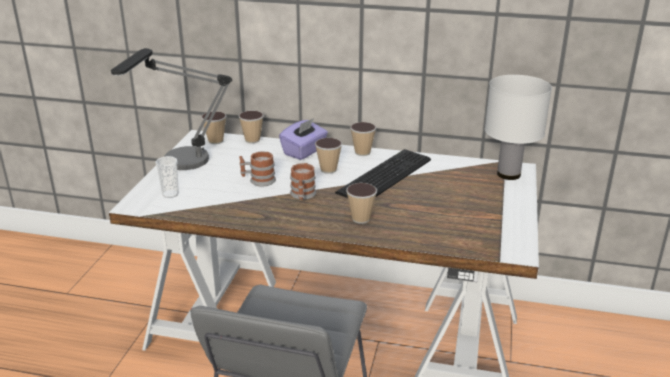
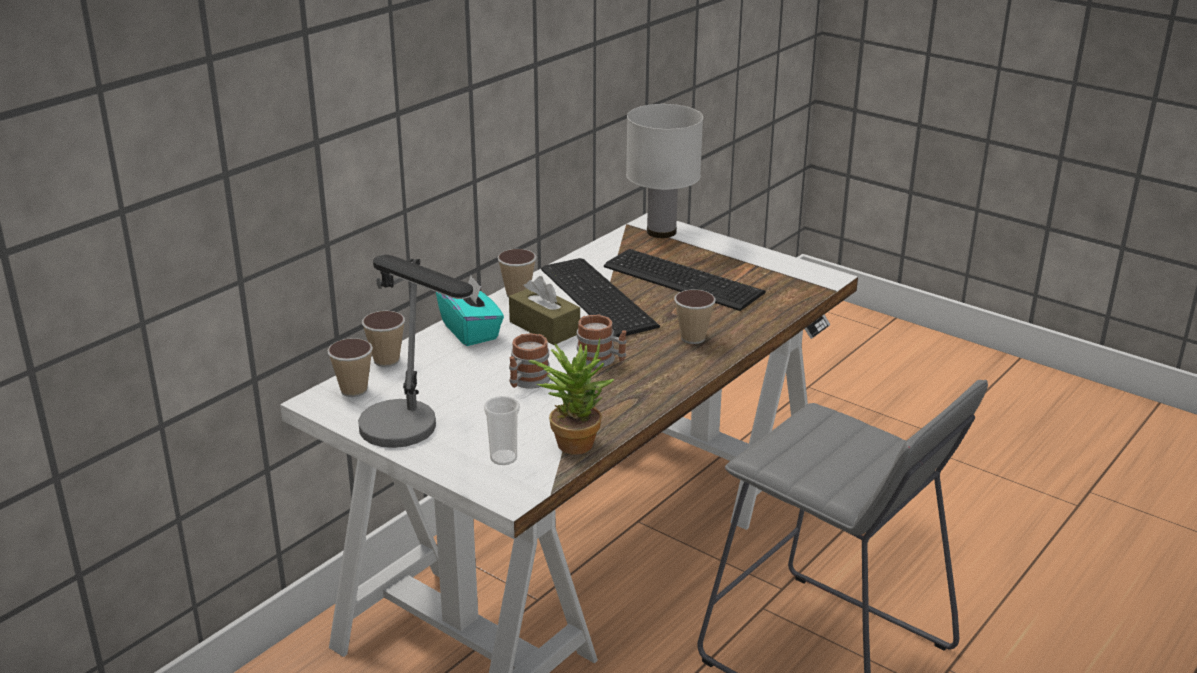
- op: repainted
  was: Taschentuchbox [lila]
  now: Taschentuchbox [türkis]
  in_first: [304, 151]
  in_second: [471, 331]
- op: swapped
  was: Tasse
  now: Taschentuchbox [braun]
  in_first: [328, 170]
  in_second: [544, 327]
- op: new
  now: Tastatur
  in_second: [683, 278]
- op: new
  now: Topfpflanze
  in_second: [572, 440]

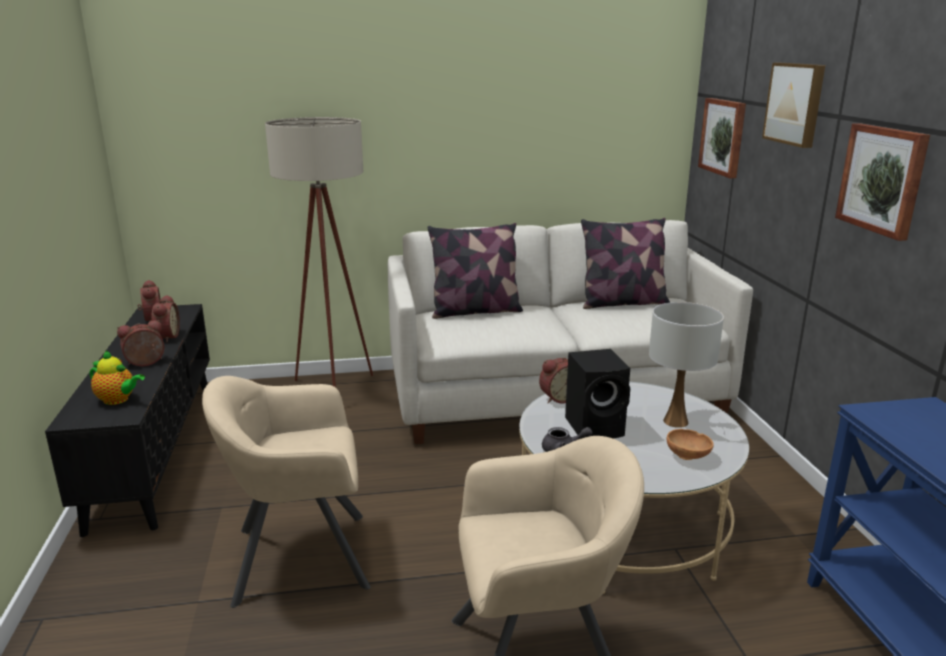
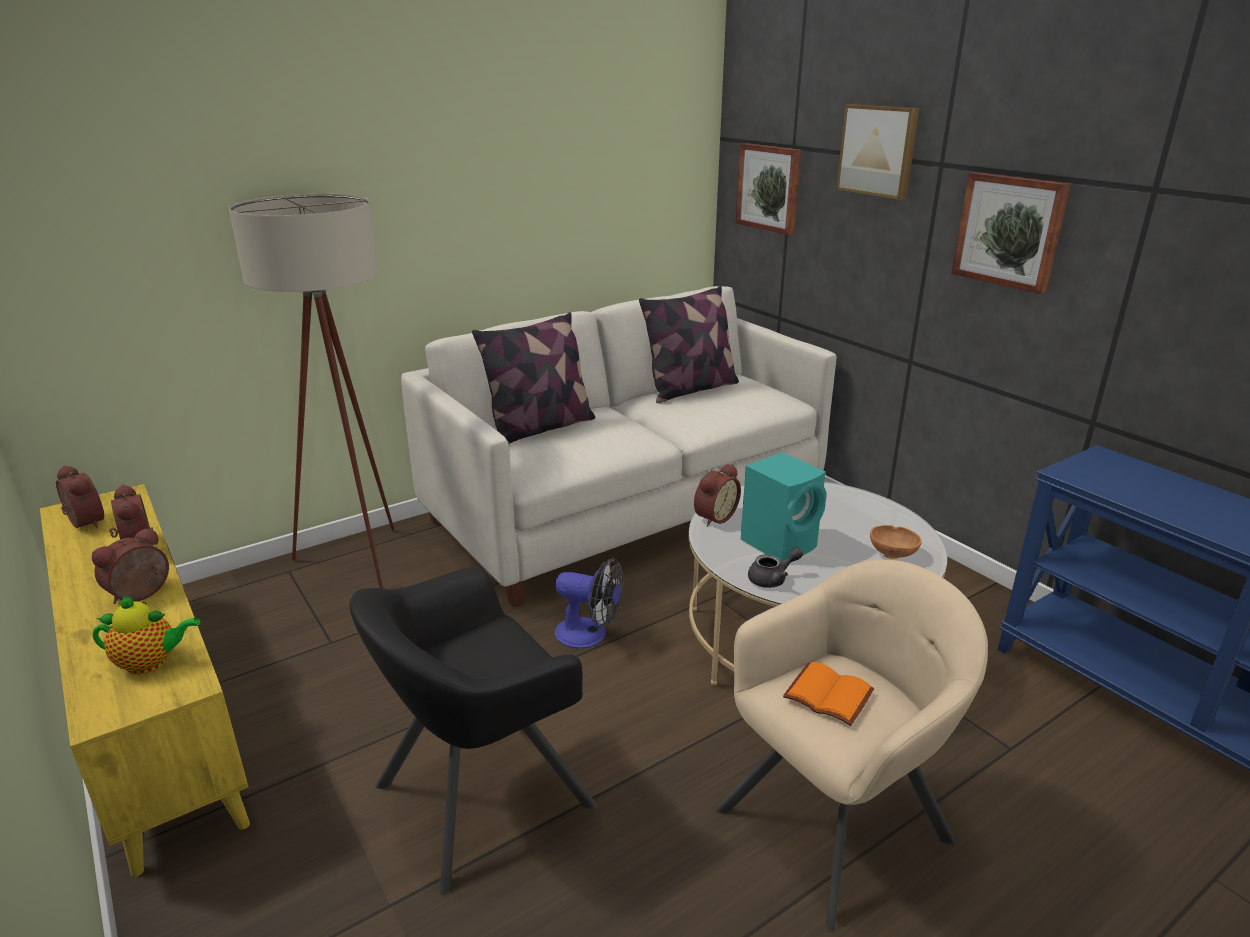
- op: gone
  was: Tischlampe [weiß]
  in_first: [676, 421]
- op: repainted
  was: Fernsehschrank [schwarz]
  now: Fernsehschrank [gelb]
  in_first: [154, 450]
  in_second: [154, 711]
- op: repainted
  was: Lautsprecher [schwarz]
  now: Lautsprecher [türkis]
  in_first: [596, 427]
  in_second: [781, 543]
- op: repainted
  was: Sessel [beige]
  now: Sessel [schwarz]
  in_first: [300, 557]
  in_second: [481, 795]
- op: new
  now: Ventilator
  in_second: [589, 635]
- op: new
  now: Buch [orange]
  in_second: [826, 696]

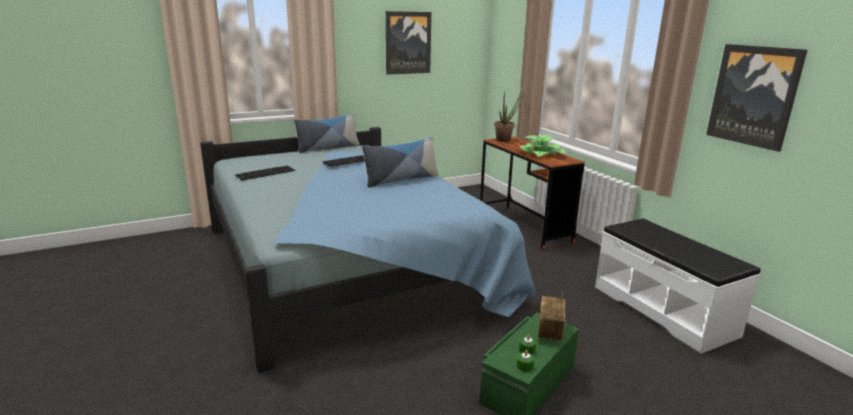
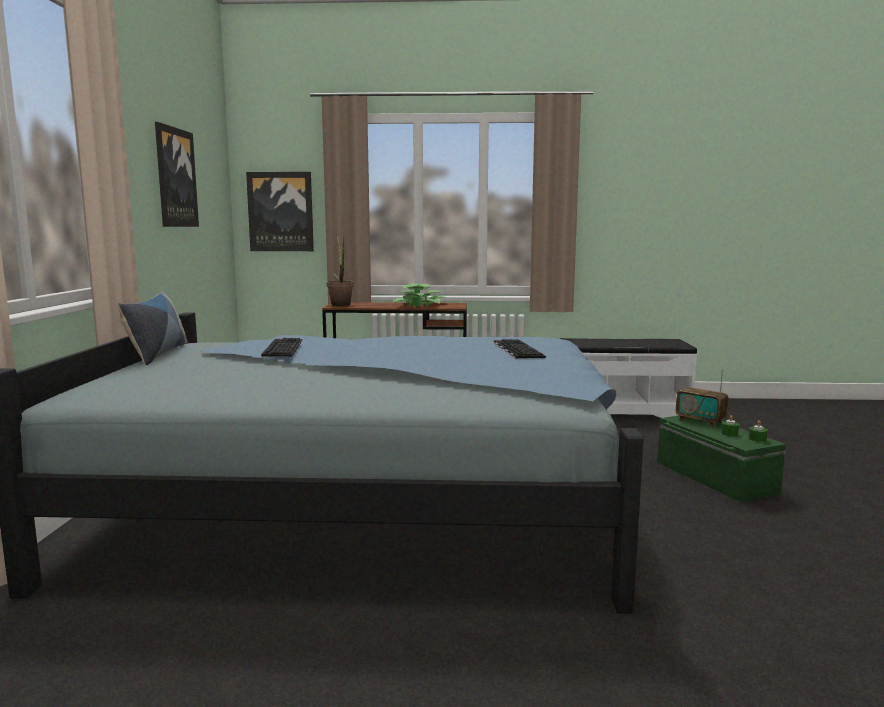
- op: shifted
  was: Bild
  in_first: [753, 96]
  in_second: [280, 212]
- op: gone
  was: Kissen
  in_first: [401, 180]
- op: shifted
  was: Tastatur
  in_first: [266, 173]
  in_second: [516, 349]

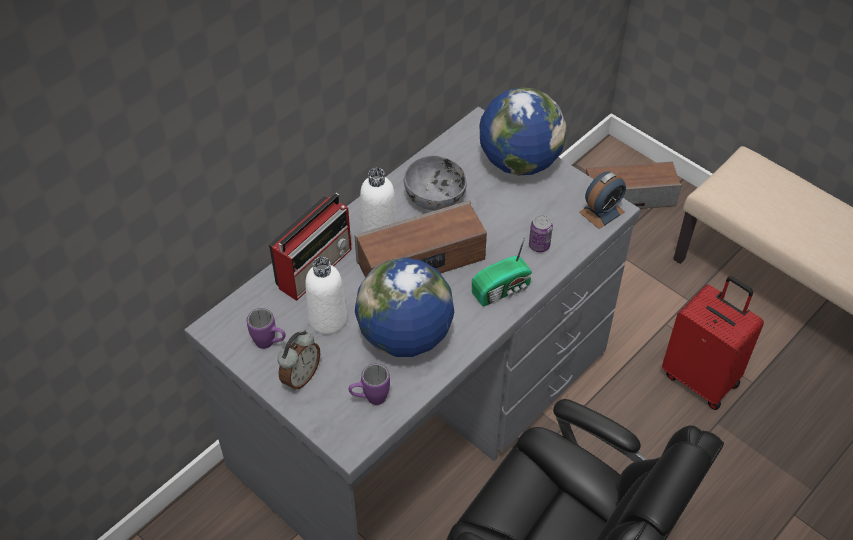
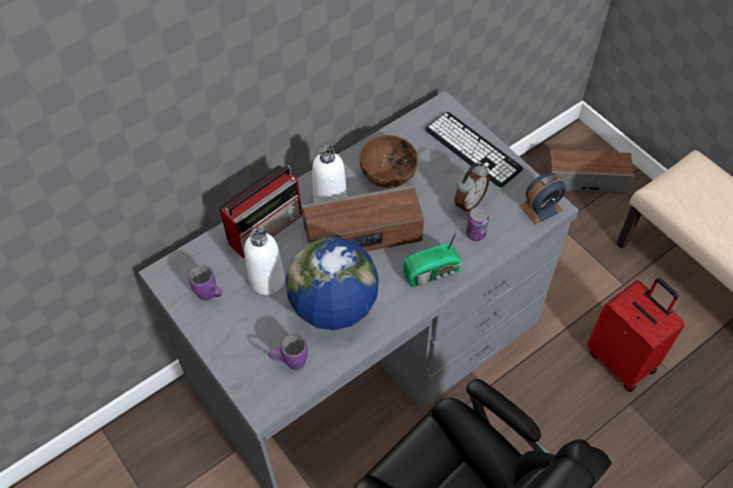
- op: swapped
  was: Globus
  now: Tastatur
  in_first: [519, 162]
  in_second: [472, 149]
- op: repainted
  was: Schüssel [grau]
  now: Schüssel [braun]
  in_first: [435, 196]
  in_second: [389, 173]
- op: shifted
  was: Wecker
  in_first: [300, 376]
  in_second: [468, 202]

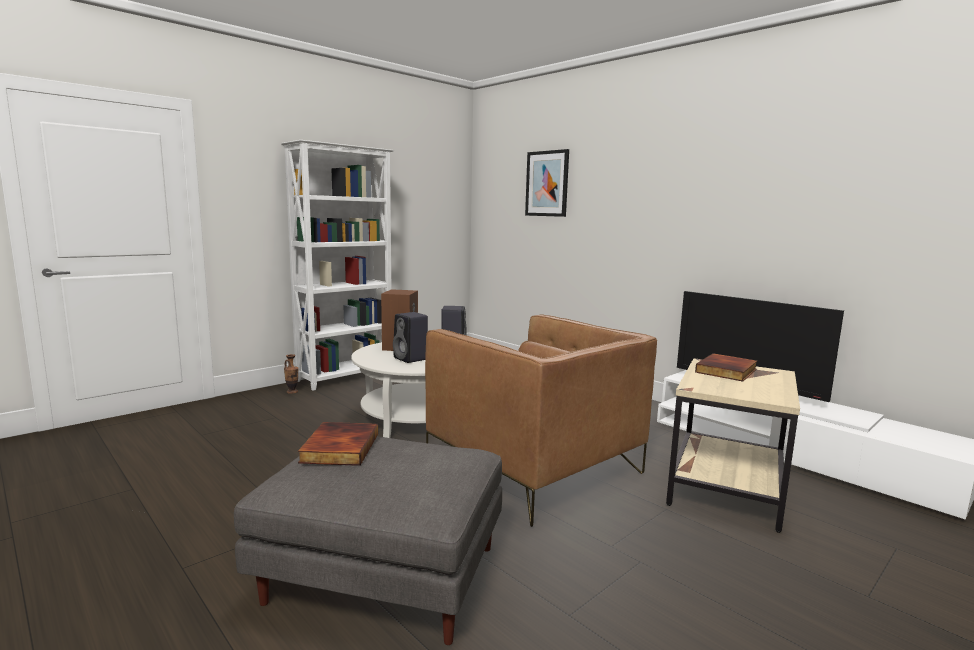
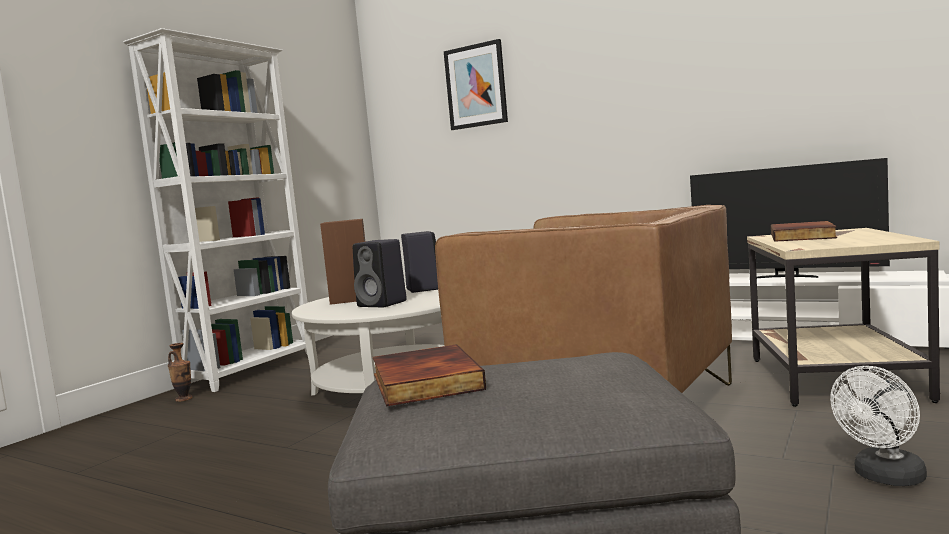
- op: new
  now: Ventilator [weiß]
  in_second: [884, 478]

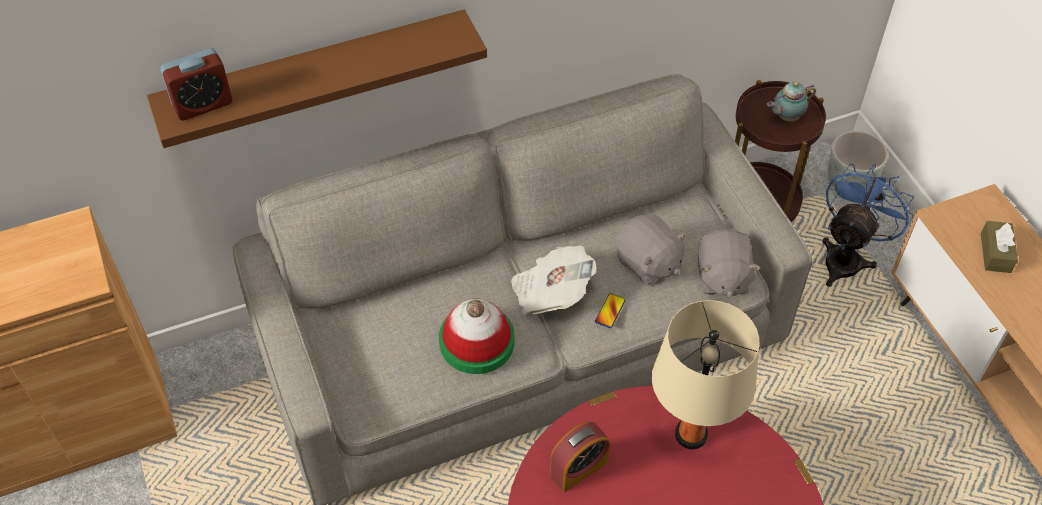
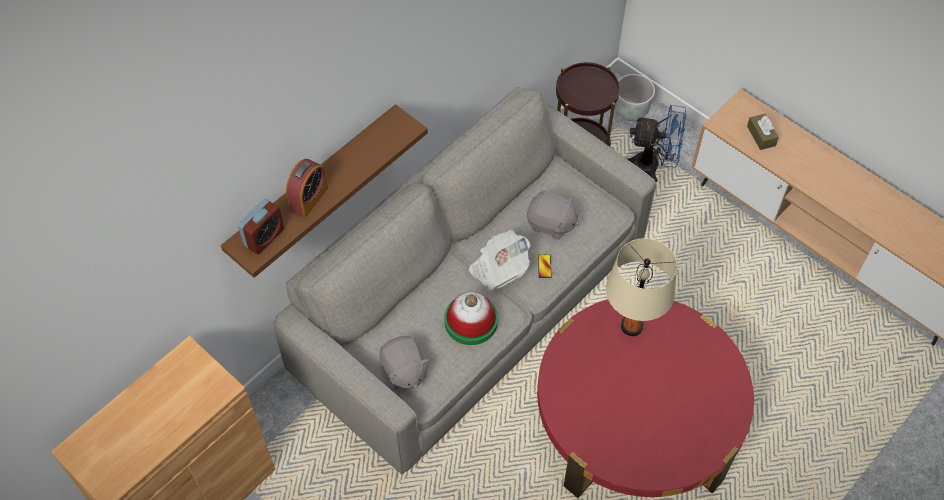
- op: gone
  was: Teekanne
  in_first: [786, 117]
- op: rotated
  was: Ventilator [blau]
  in_first: [847, 257]
  in_second: [653, 165]
  clockwise: 90
- op: shifted
  was: Plüschtier [grau]
  in_first: [722, 277]
  in_second: [404, 371]
- op: shifted
  was: Wecker
  in_first: [579, 468]
  in_second: [309, 199]

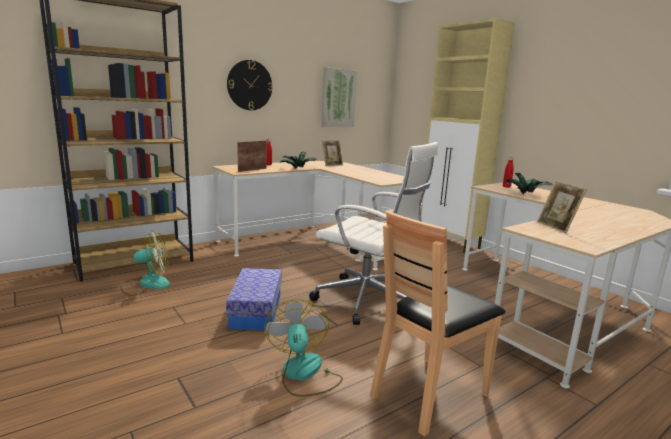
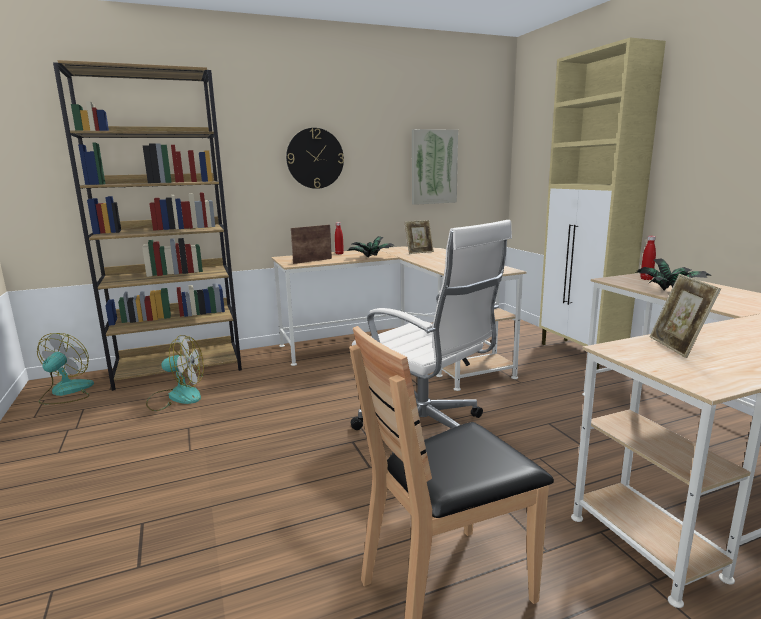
- op: gone
  was: Aufbewahrungsbox
  in_first: [256, 310]
- op: shifted
  was: Ventilator
  in_first: [304, 374]
  in_second: [66, 392]

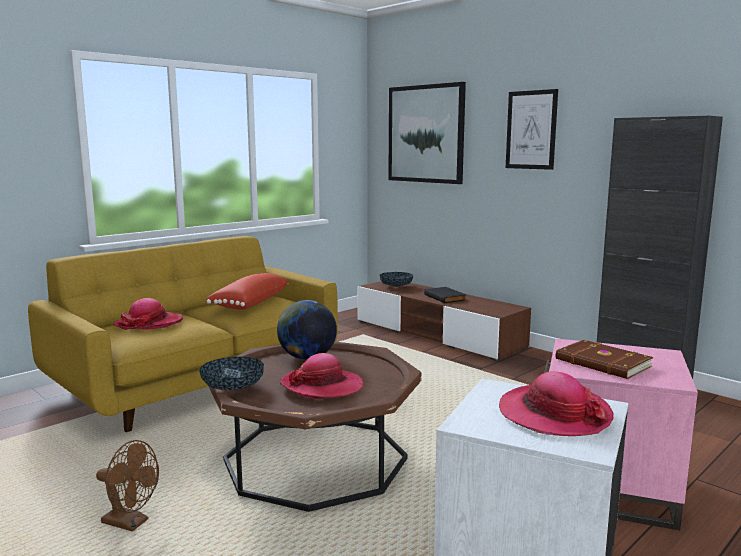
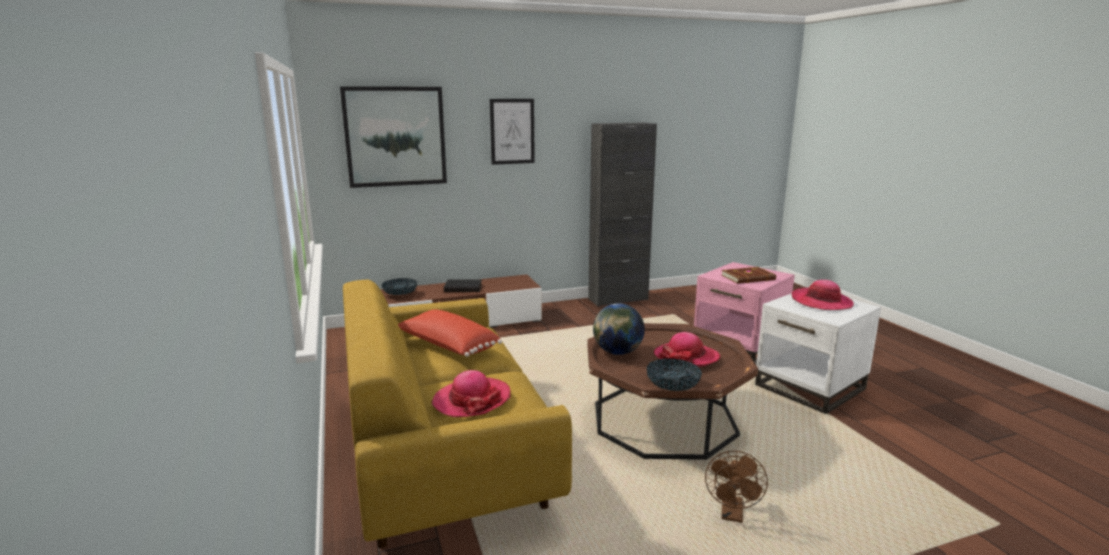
- op: rotated
  was: Ventilator [braun]
  in_first: [131, 523]
  in_second: [732, 514]
  clockwise: 150

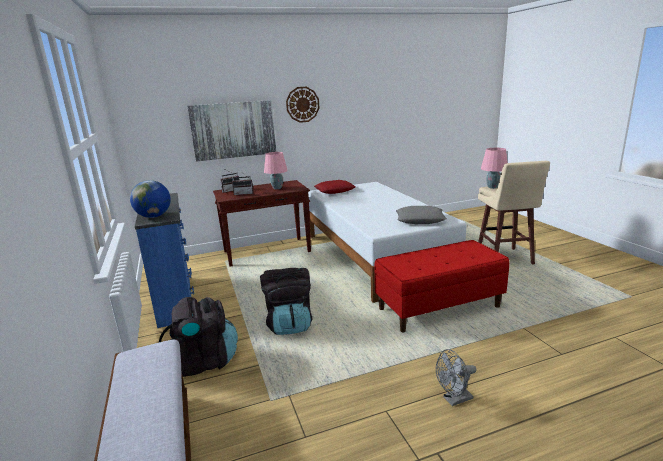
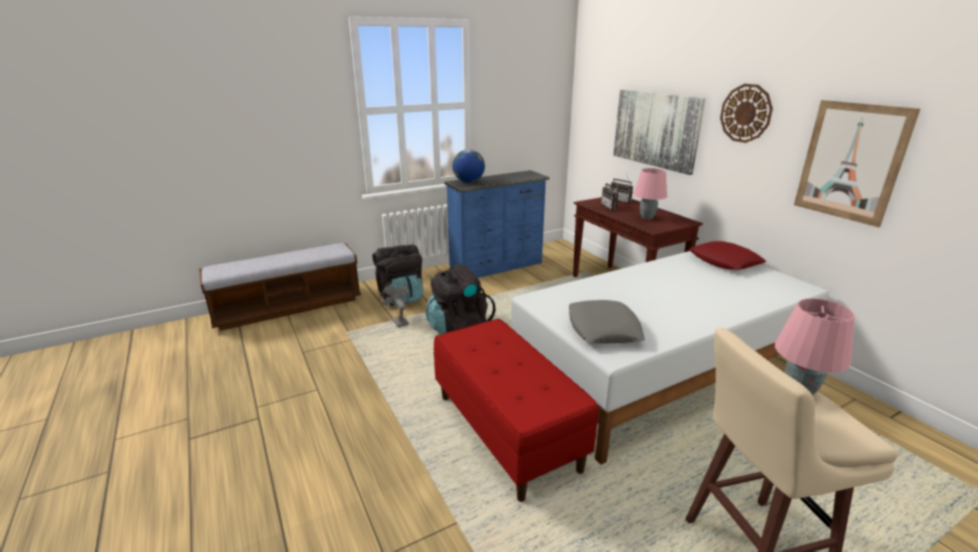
- op: shifted
  was: Ventilator [grau]
  in_first: [454, 400]
  in_second: [398, 321]
- op: new
  now: Bild
  in_second: [850, 162]

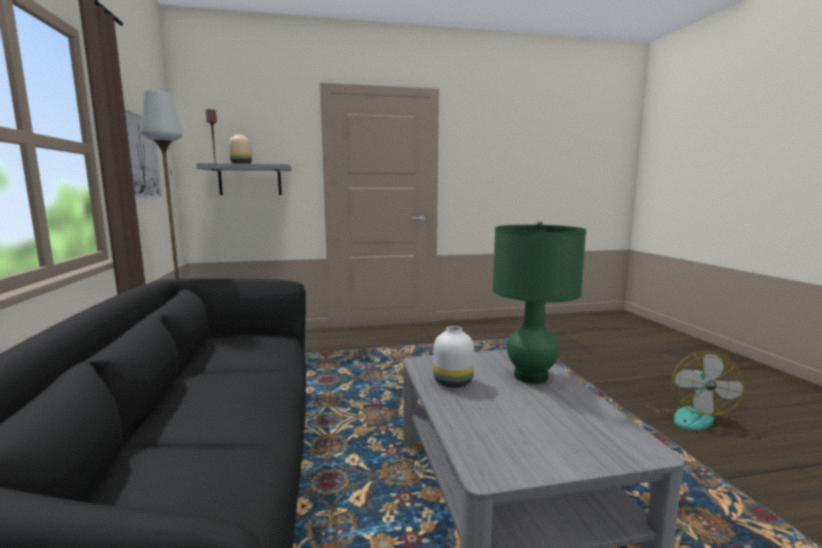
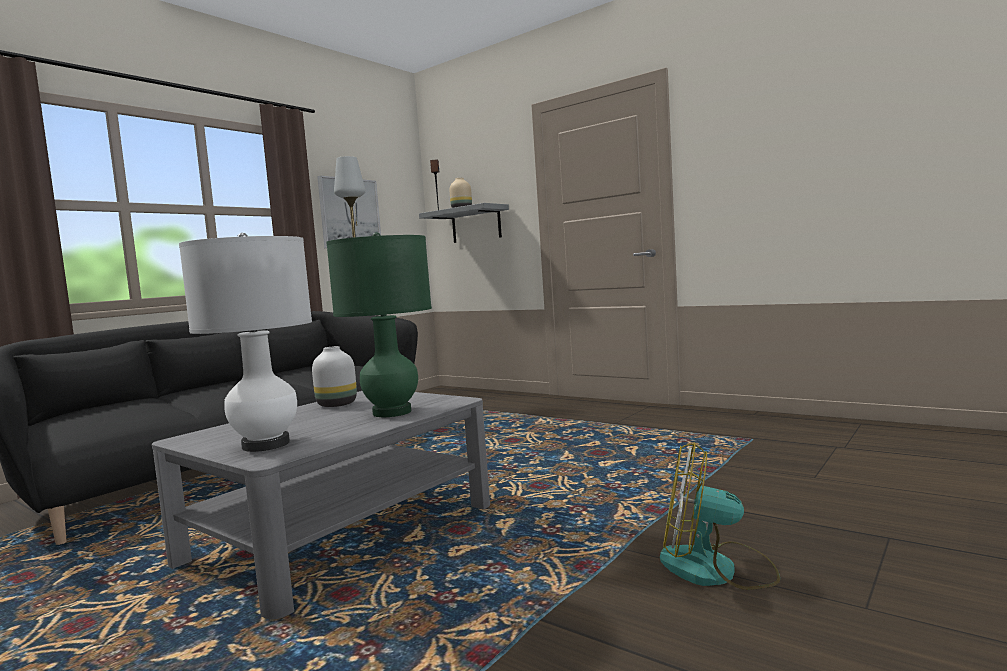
- op: rotated
  was: Ventilator
  in_first: [688, 415]
  in_second: [716, 569]
  clockwise: 45
- op: new
  now: Tischlampe [weiß]
  in_second: [266, 445]

